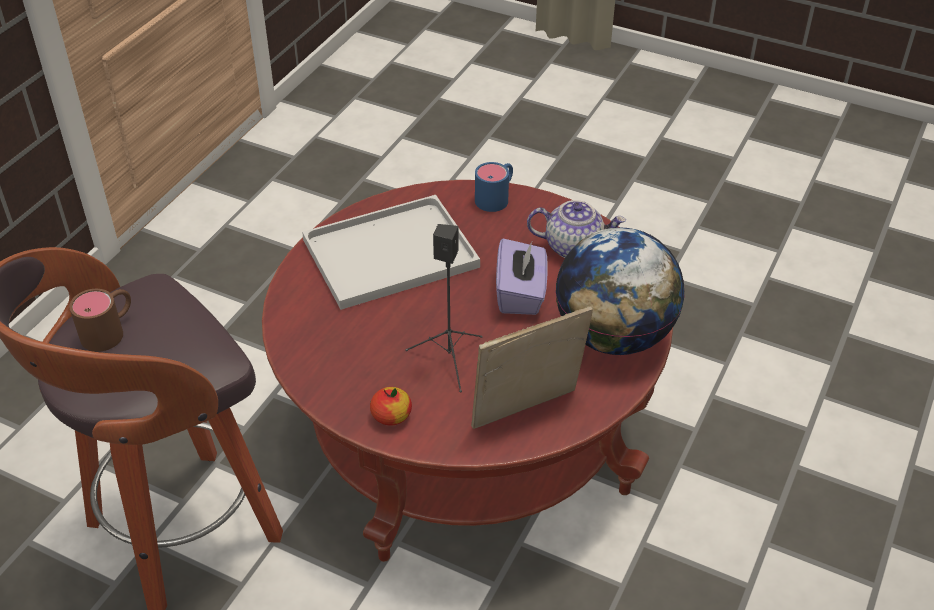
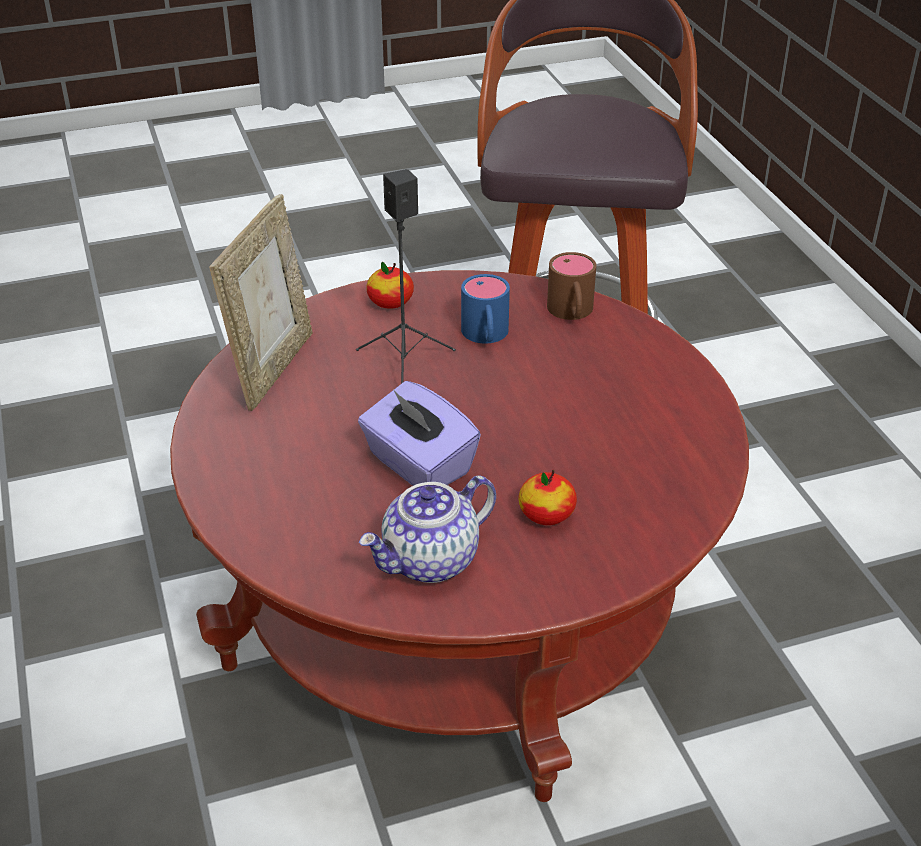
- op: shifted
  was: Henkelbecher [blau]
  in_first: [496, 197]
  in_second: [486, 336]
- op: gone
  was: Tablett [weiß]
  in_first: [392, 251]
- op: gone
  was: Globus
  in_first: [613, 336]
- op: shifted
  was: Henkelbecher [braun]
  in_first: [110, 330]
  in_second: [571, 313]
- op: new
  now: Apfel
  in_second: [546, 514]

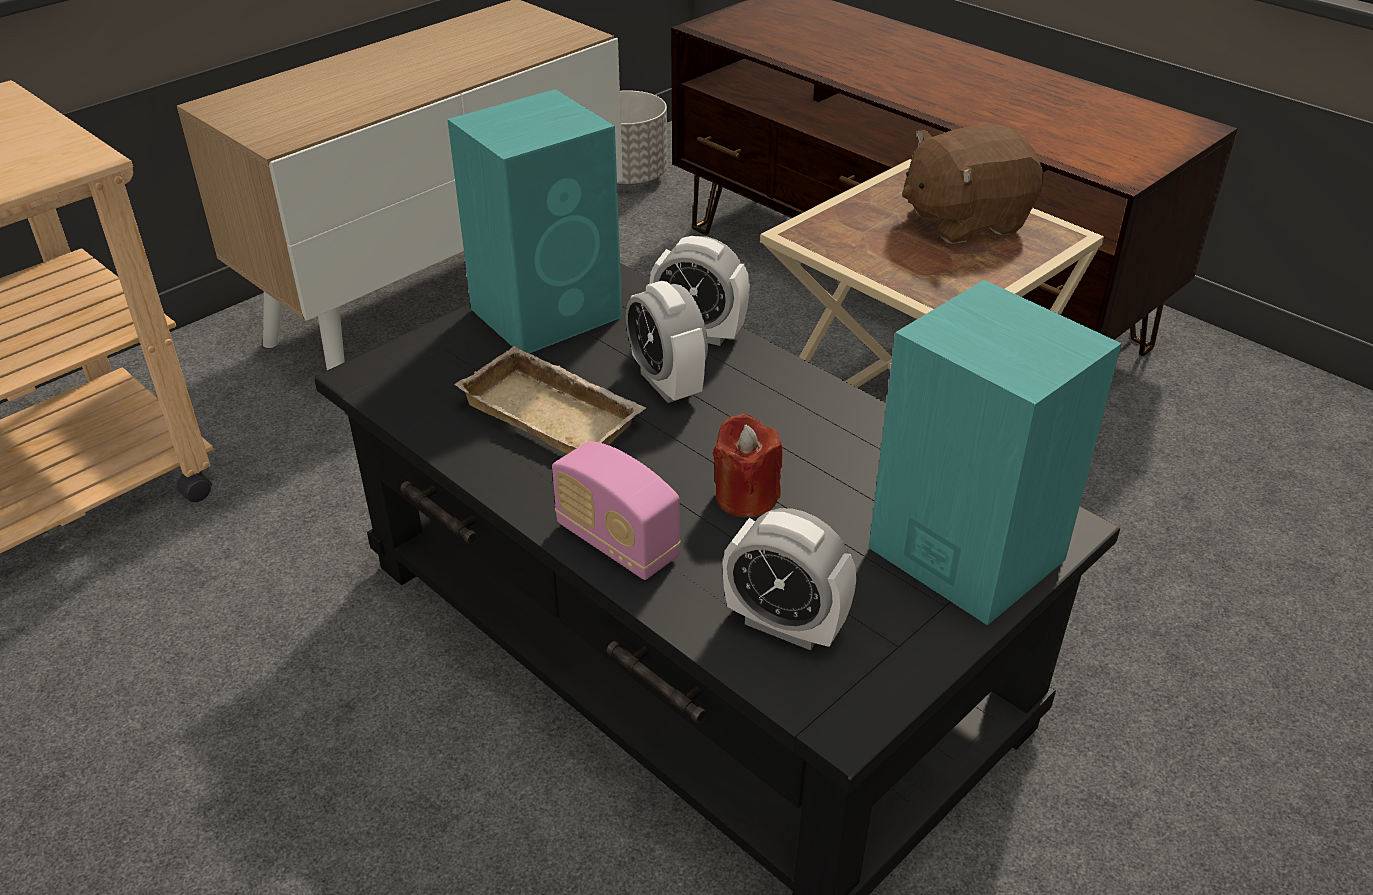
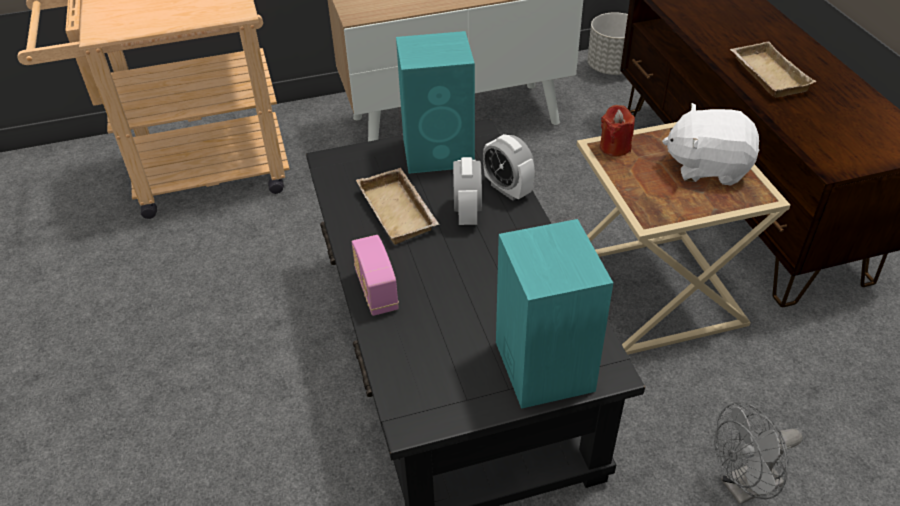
- op: repainted
  was: Plüschtier [braun]
  now: Plüschtier [weiß]
  in_first: [964, 220]
  in_second: [707, 167]
- op: shifted
  was: Kerze [rot]
  in_first: [746, 497]
  in_second: [614, 147]
- op: gone
  was: Wecker
  in_first: [785, 625]
- op: new
  now: Tablett [beige]
  in_second: [766, 75]
- op: new
  now: Ventilator [grau]
  in_second: [743, 487]

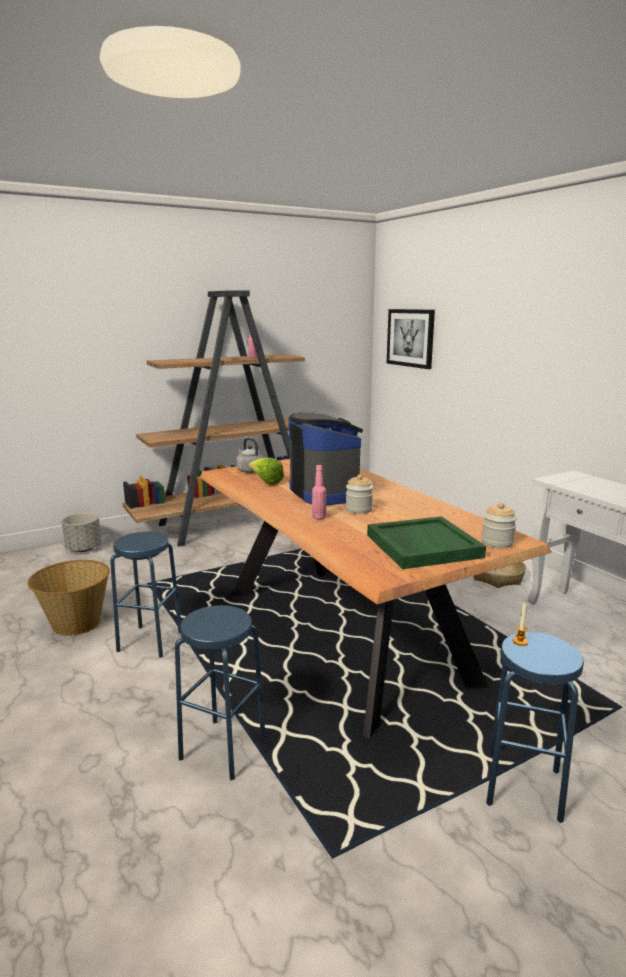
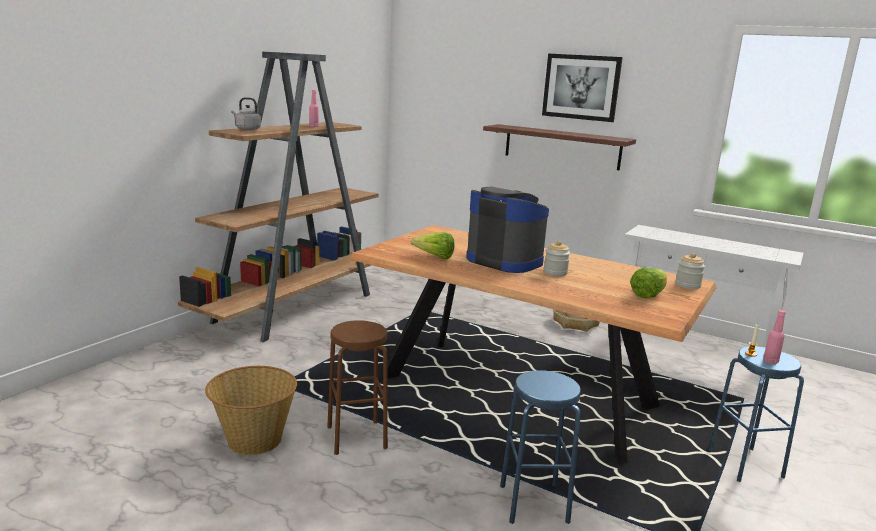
- op: shifted
  was: Bild
  in_first: [410, 338]
  in_second: [581, 87]
- op: shifted
  was: Wasserkessel [grau]
  in_first: [249, 470]
  in_second: [246, 129]
- op: shifted
  was: Flasche [rosa]
  in_first: [319, 517]
  in_second: [770, 361]
- op: gone
  was: Pflanzkübel [grau]
  in_first: [83, 549]
- op: swapped
  was: Tablett [grün]
  now: Salatkopf
  in_first: [422, 546]
  in_second: [648, 294]
- op: repainted
  was: Hocker [blau]
  now: Hocker [braun]
  in_first: [150, 641]
  in_second: [356, 437]
- op: new
  now: Wandregal
  in_second: [562, 147]

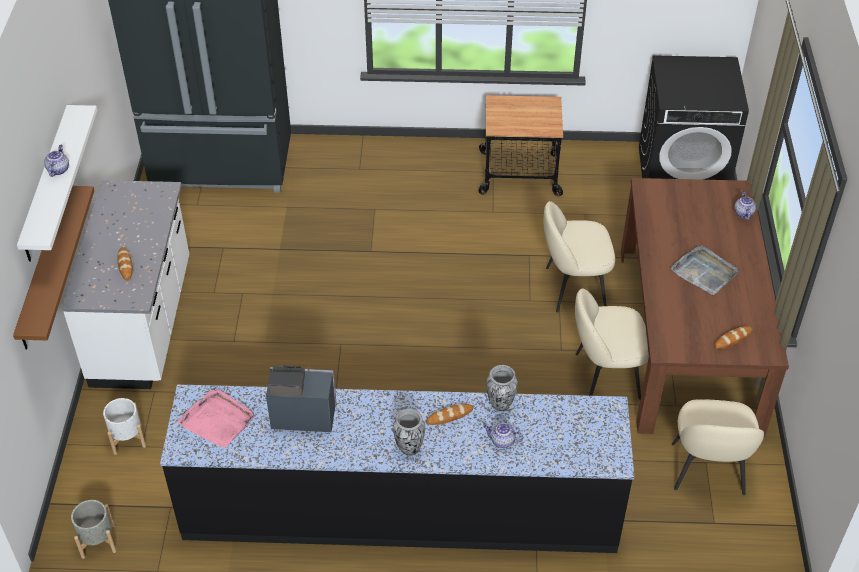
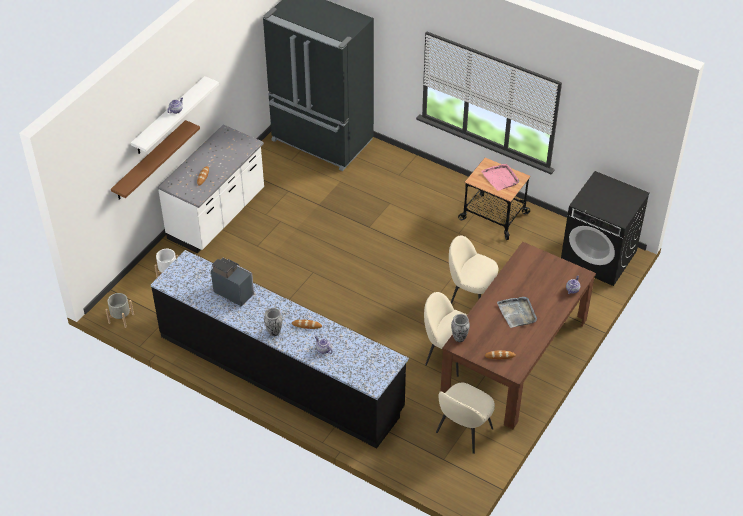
- op: shifted
  was: Vase
  in_first: [500, 404]
  in_second: [459, 338]
- op: shifted
  was: Tablett [rosa]
  in_first: [218, 420]
  in_second: [500, 178]

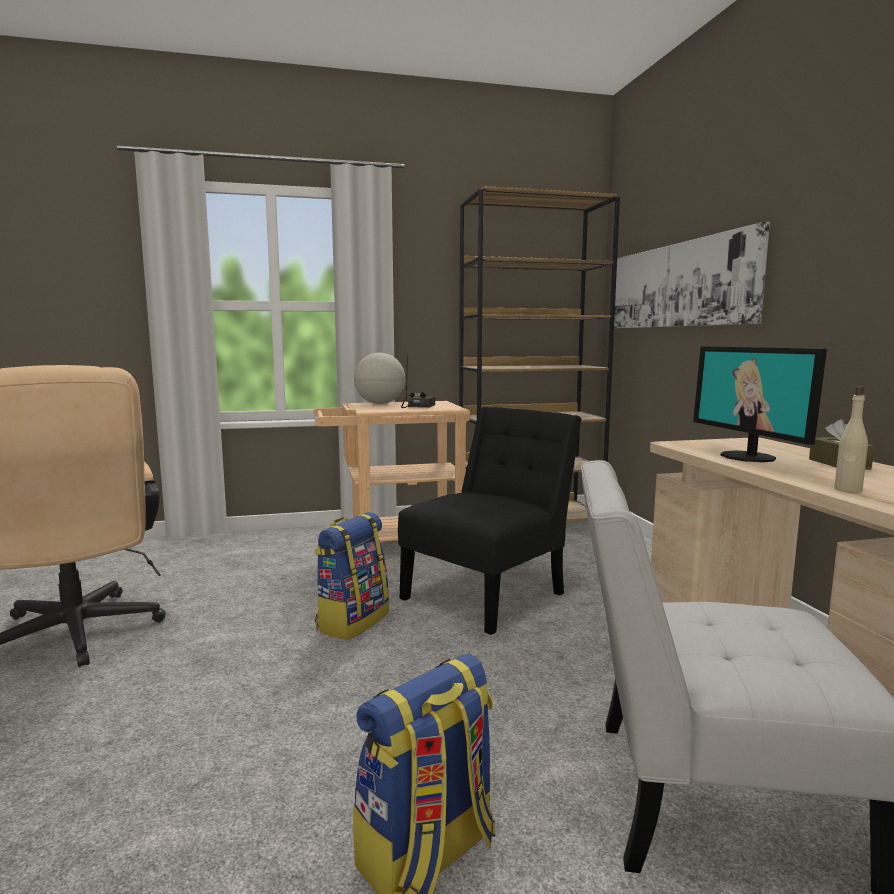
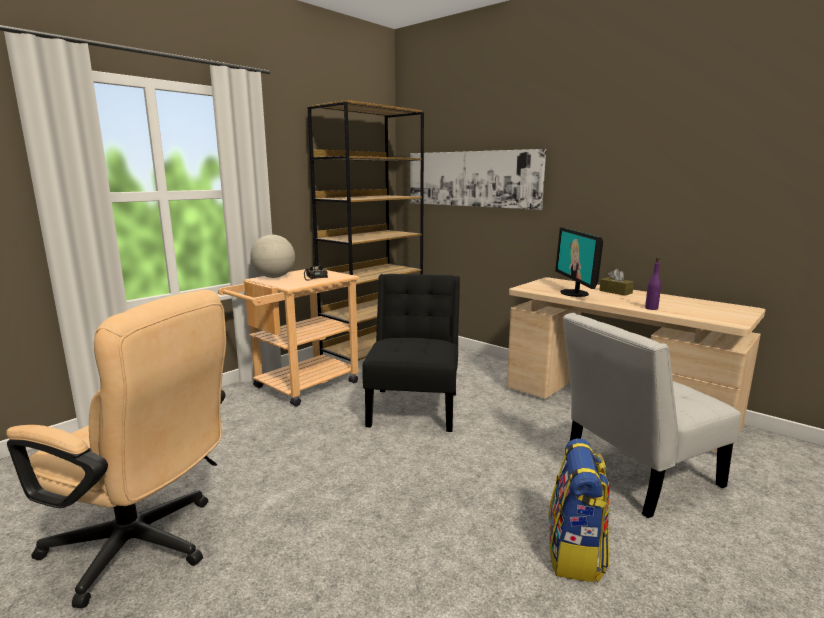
- op: rotated
  was: Monitor
  in_first: [749, 457]
  in_second: [575, 293]
  clockwise: 45
- op: repainted
  was: Flasche [beige]
  now: Flasche [lila]
  in_first: [848, 490]
  in_second: [651, 308]
- op: gone
  was: Rucksack
  in_first: [352, 621]

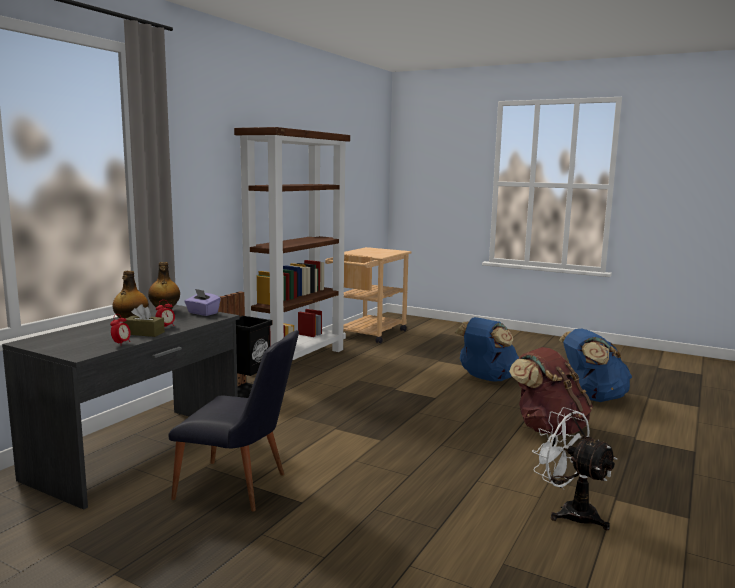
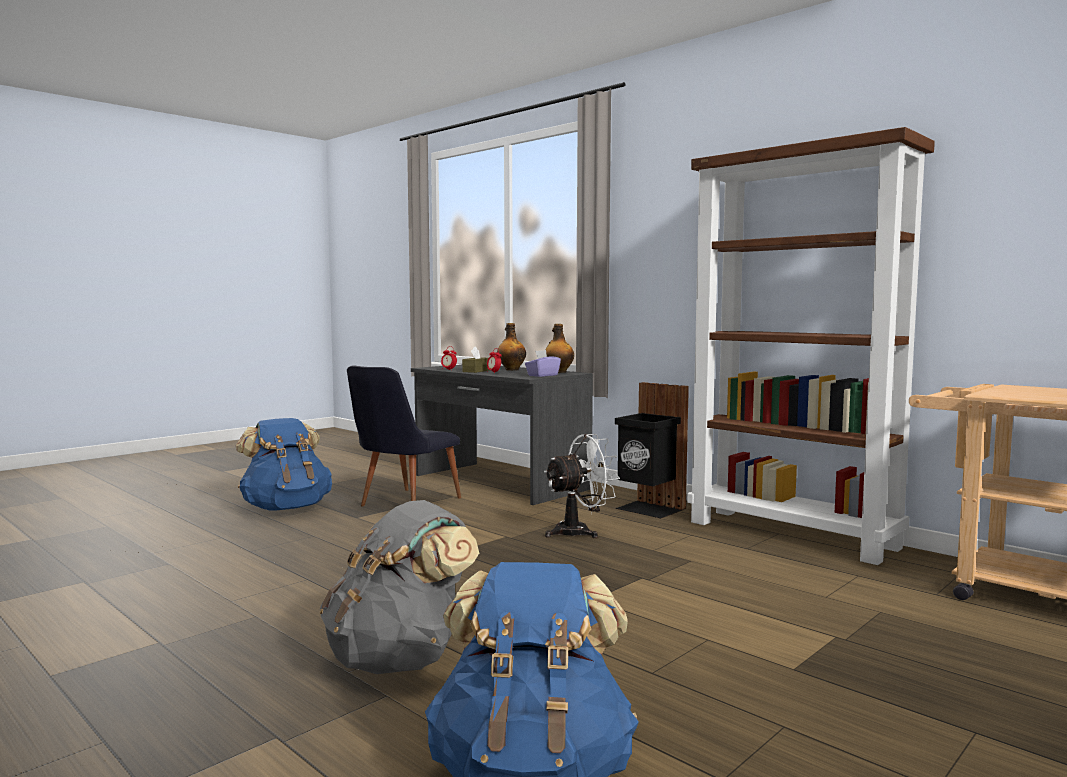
- op: shifted
  was: Rucksack [blau]
  in_first: [487, 379]
  in_second: [286, 508]
- op: repainted
  was: Rucksack [braun]
  now: Rucksack [grau]
  in_first: [548, 429]
  in_second: [400, 659]
- op: shifted
  was: Ventilator [weiß]
  in_first: [570, 512]
  in_second: [579, 531]

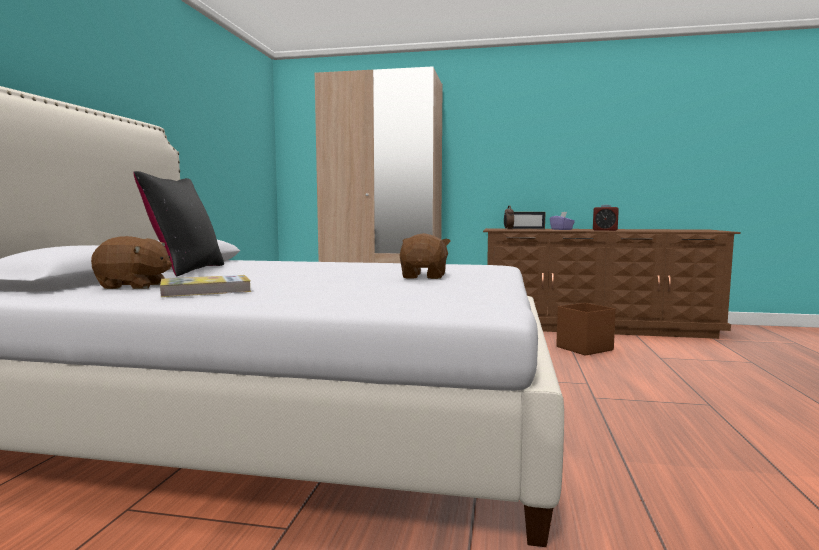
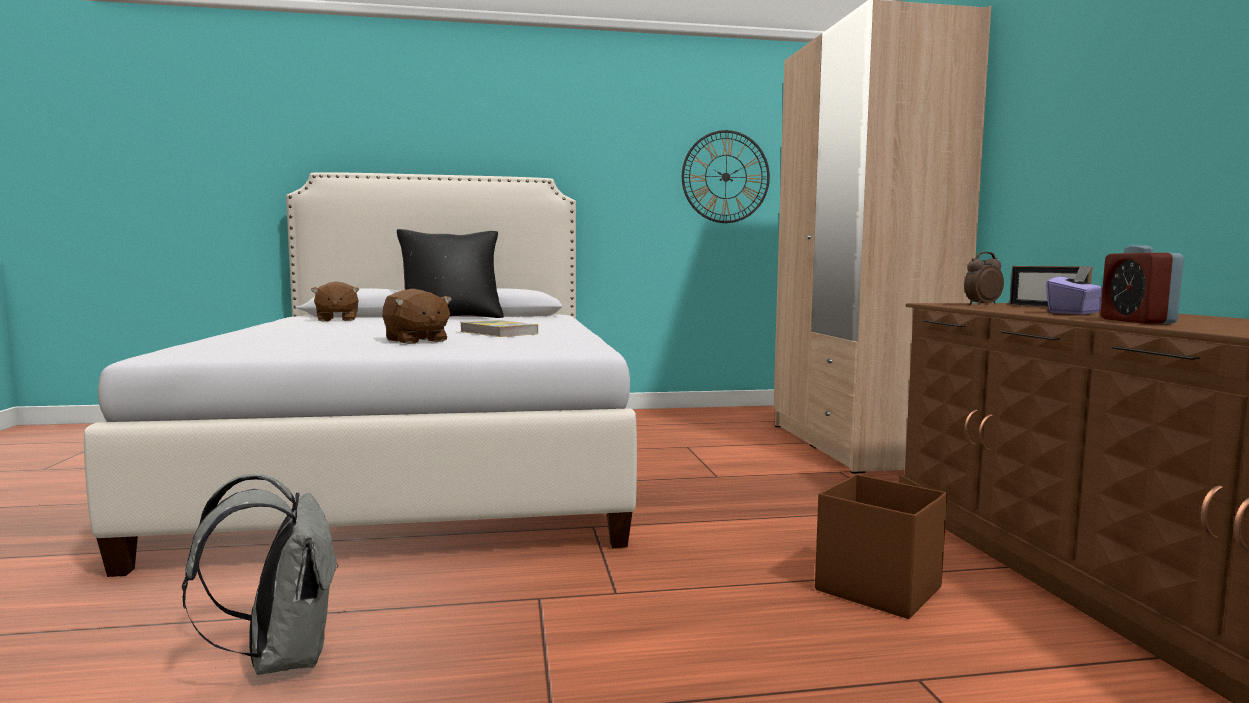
- op: rotated
  was: Plüschtier [braun]
  in_first: [424, 276]
  in_second: [416, 341]
  clockwise: 60
- op: shifted
  was: Buch
  in_first: [206, 290]
  in_second: [498, 333]
- op: new
  now: Wanduhr
  in_second: [725, 177]
- op: new
  now: Rucksack [grau]
  in_second: [280, 658]

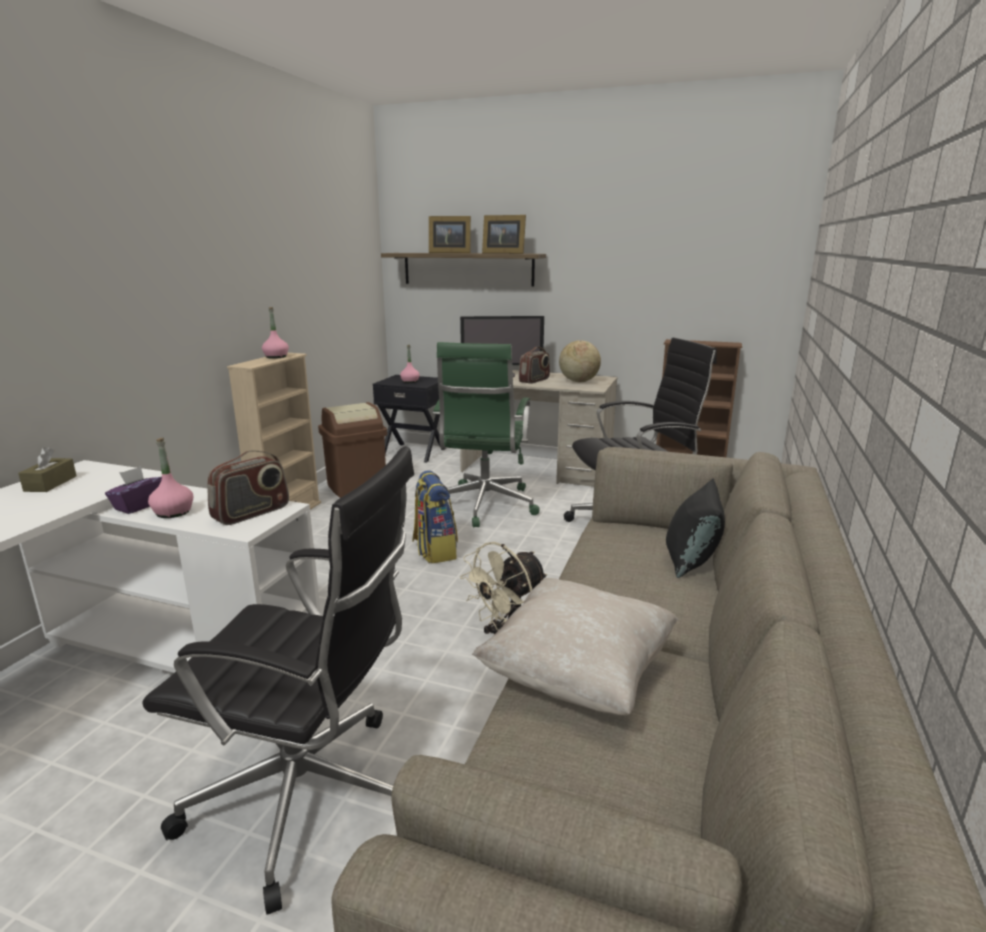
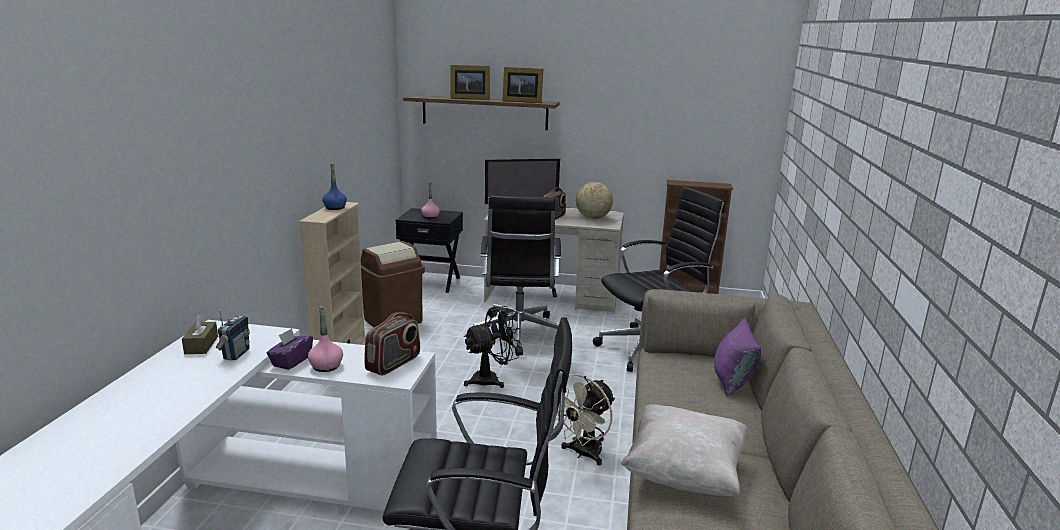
- op: repainted
  was: Flasche [rosa]
  now: Flasche [blau]
  in_first: [276, 357]
  in_second: [335, 208]
- op: repainted
  was: Bürostuhl [grün]
  now: Bürostuhl [schwarz]
  in_first: [483, 506]
  in_second: [518, 335]
- op: swapped
  was: Rucksack
  now: Ventilator [schwarz]
  in_first: [434, 550]
  in_second: [491, 379]
- op: repainted
  was: Kissen [schwarz]
  now: Kissen [lila]
  in_first: [691, 560]
  in_second: [732, 381]
- op: new
  now: Radio
  in_second: [236, 354]

